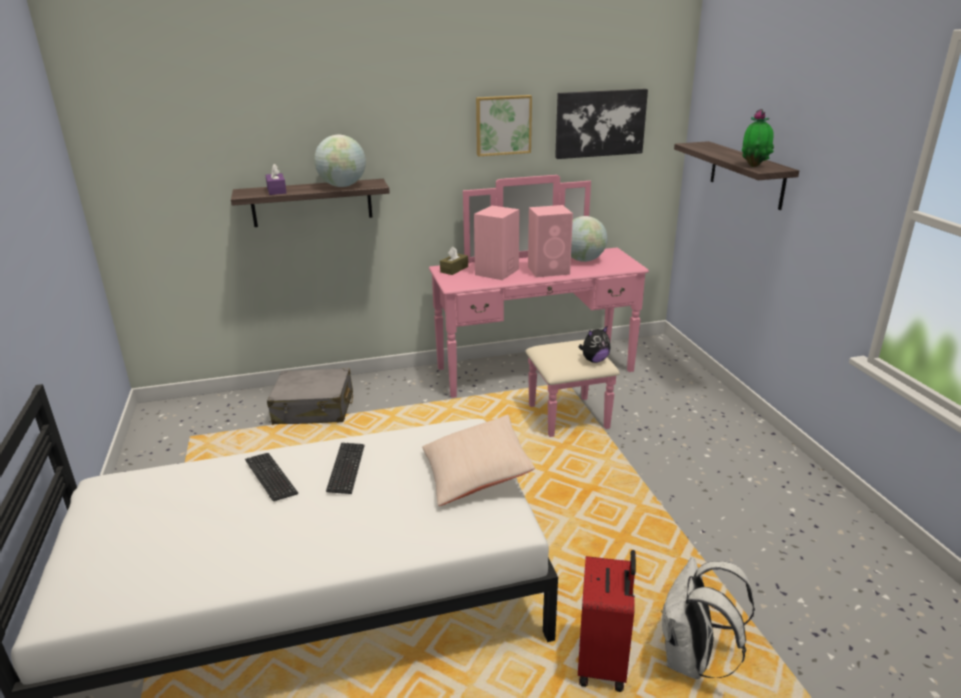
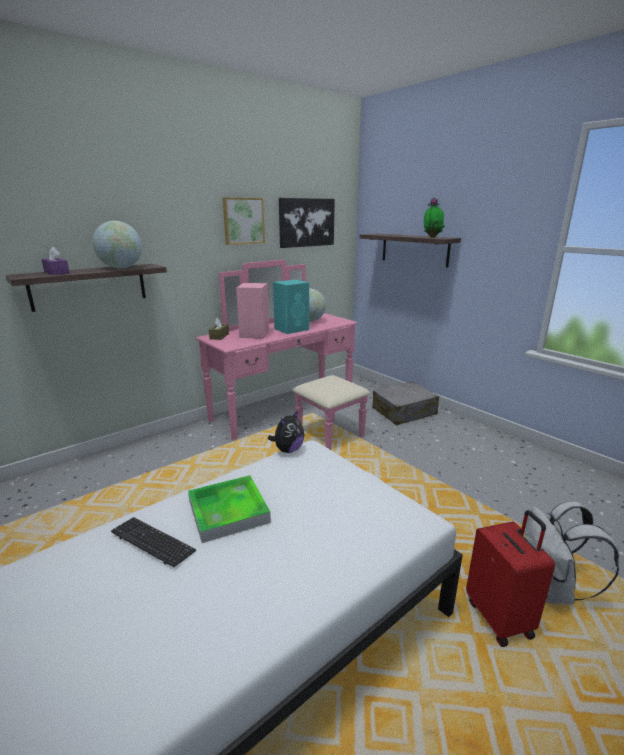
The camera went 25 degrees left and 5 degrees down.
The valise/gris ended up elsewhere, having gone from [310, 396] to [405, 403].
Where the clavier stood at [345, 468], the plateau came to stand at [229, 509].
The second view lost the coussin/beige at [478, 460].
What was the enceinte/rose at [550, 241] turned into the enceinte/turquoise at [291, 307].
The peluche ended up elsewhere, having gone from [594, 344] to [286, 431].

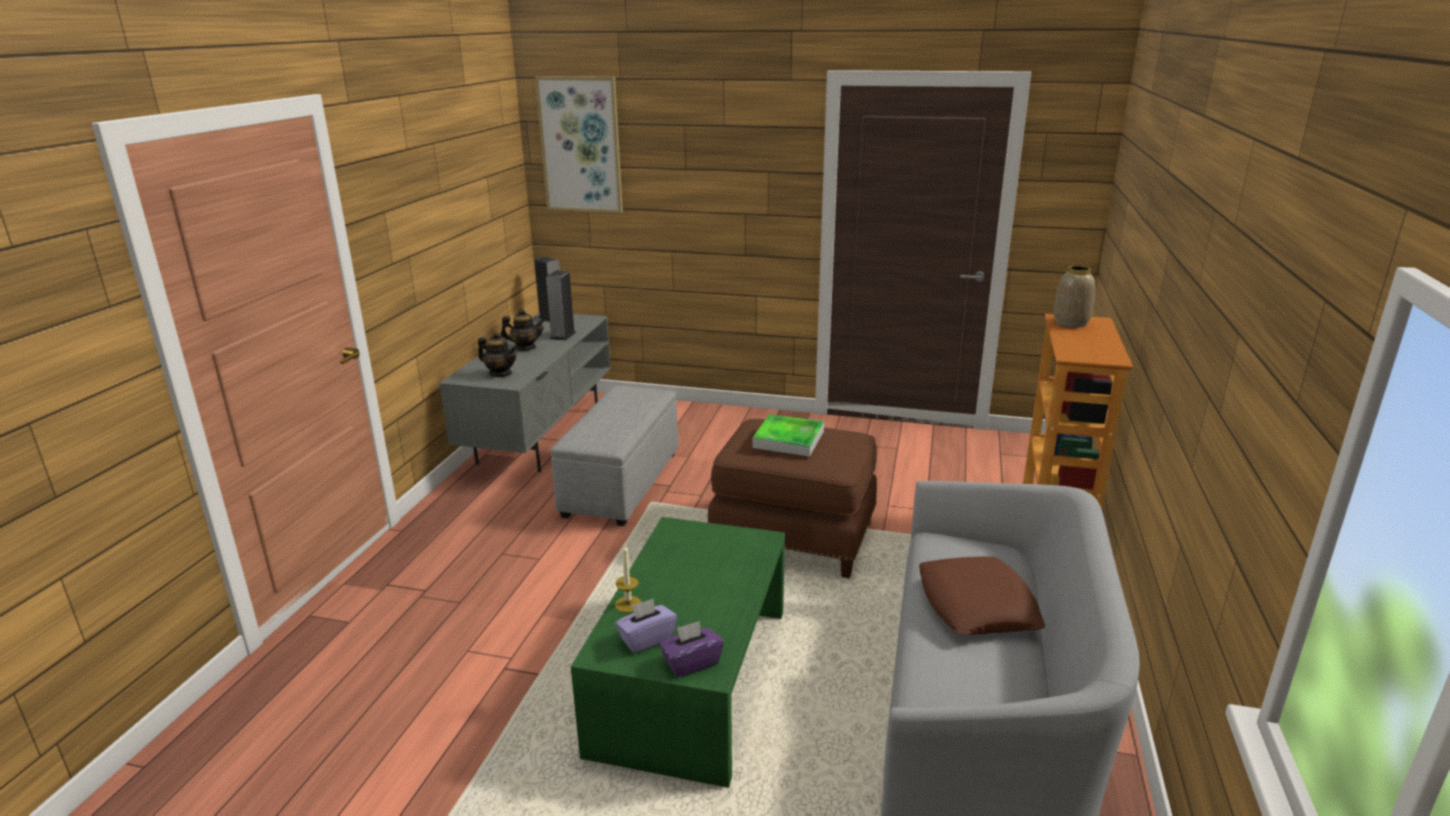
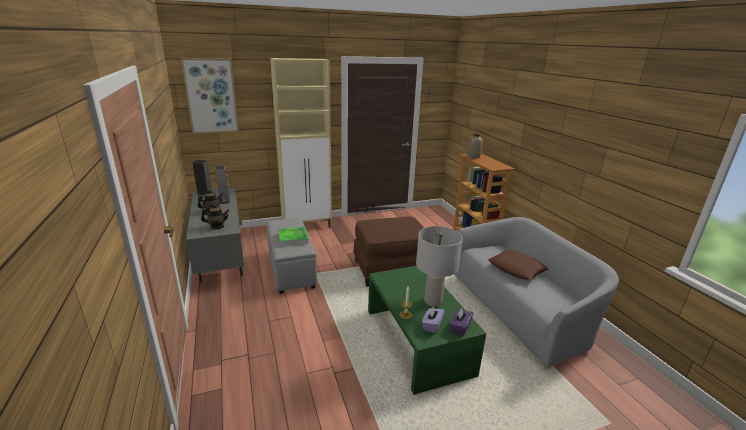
The camera went 35 degrees left and 0 degrees up.
The plateau ended up elsewhere, having gone from [788, 435] to [294, 236].
The second view gained the meuble de rangement/beige at [301, 143].
The second view gained the lampe de table/gris at [439, 266].

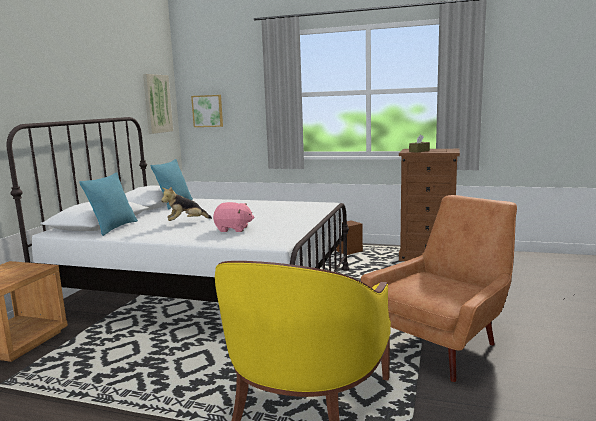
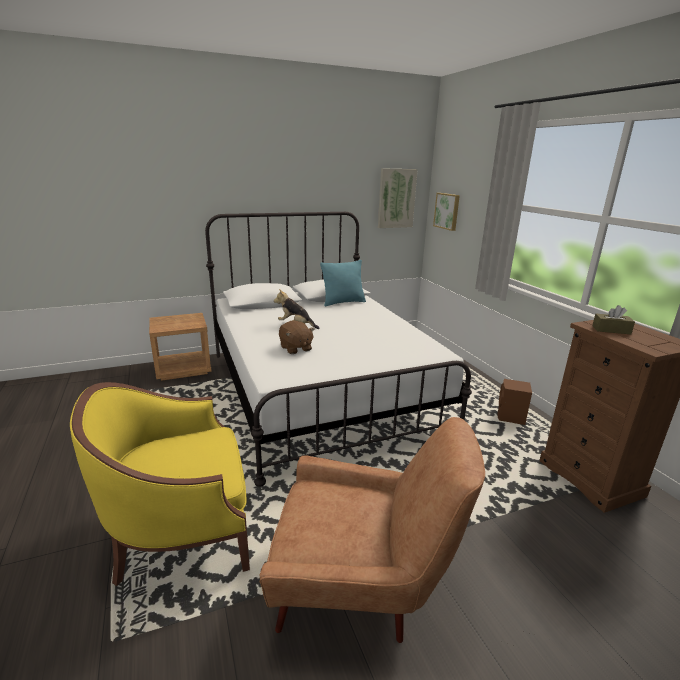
The camera went 50 degrees right and 10 degrees up.
The second view lost the coussin/turquoise at [108, 204].
What was the peluche/rose at [233, 217] turned into the peluche/marron at [297, 337].

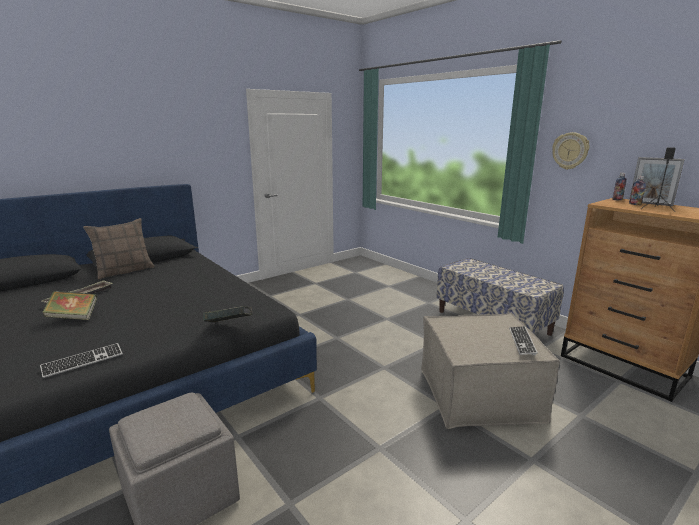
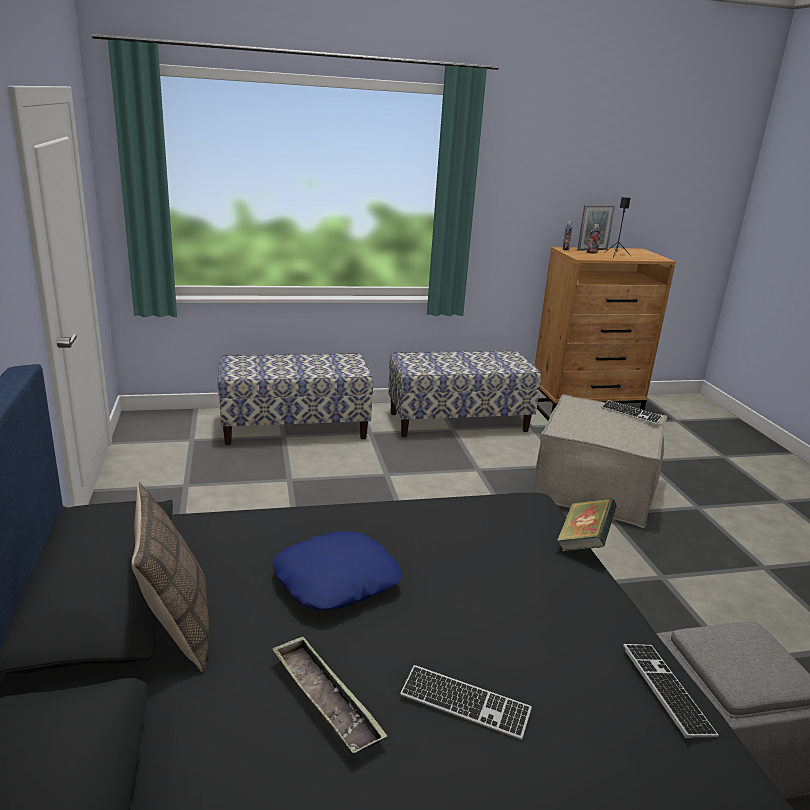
The camera went 65 degrees left and 5 degrees up.
Where the livre stood at [69, 305], the clavier came to stand at [466, 702].
The second view lost the horloge murale at [570, 151].
The second view gained the banc at [295, 399].
The second view gained the coussin/bleu at [337, 571].

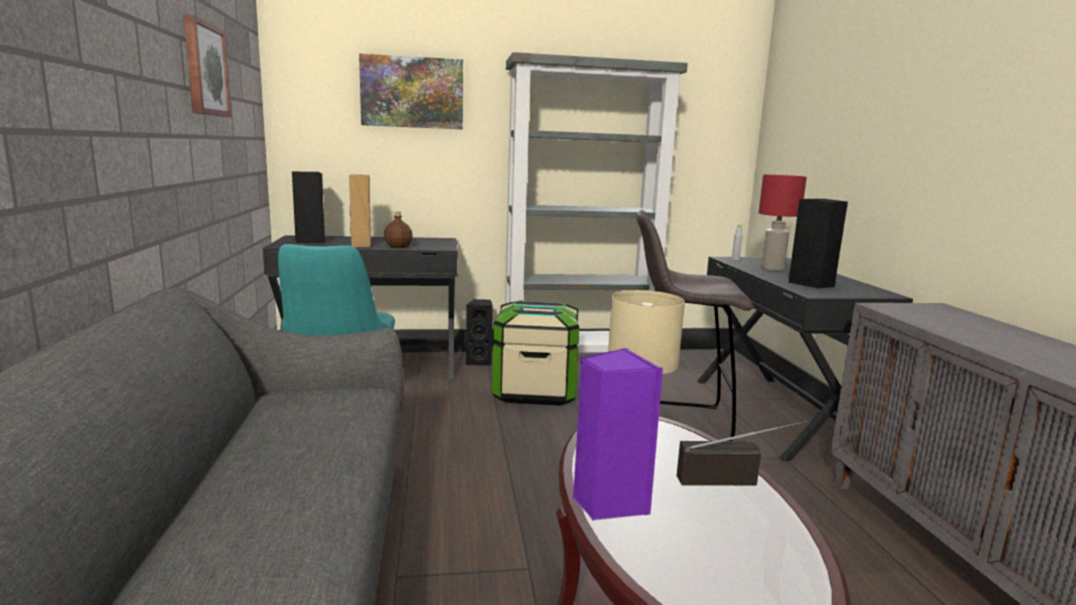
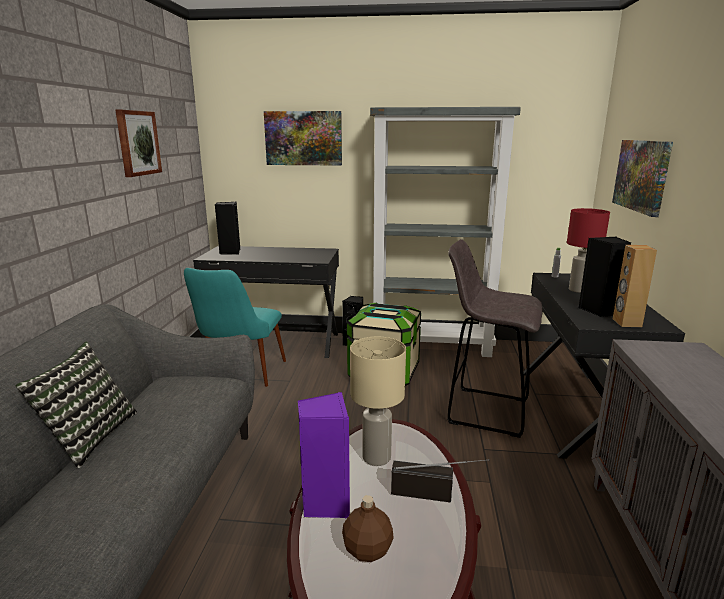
The camera went 15 degrees right and 5 degrees up.
The enceinte/marron ended up elsewhere, having gone from [360, 210] to [635, 286].
The bouteille/marron ended up elsewhere, having gone from [398, 230] to [368, 528].
The second view gained the coussin at [76, 405].
The second view gained the tableau at [642, 178].

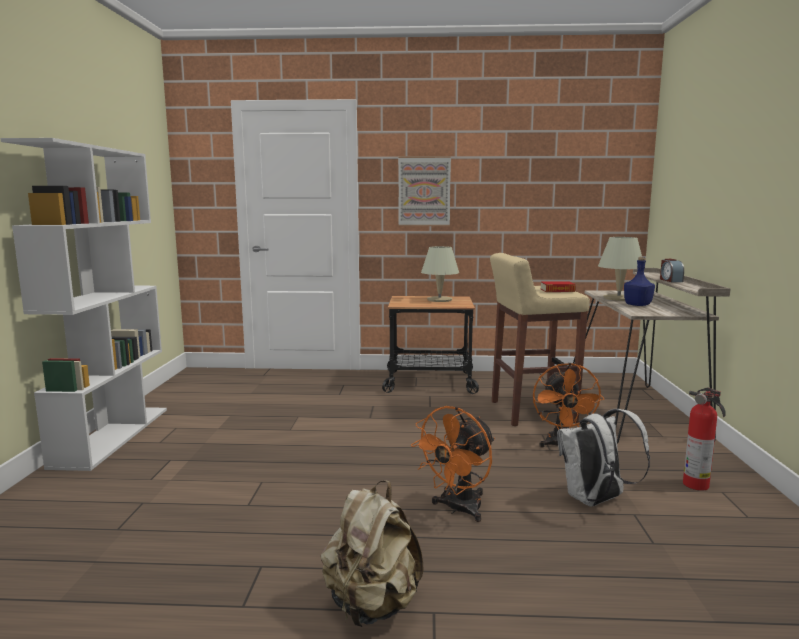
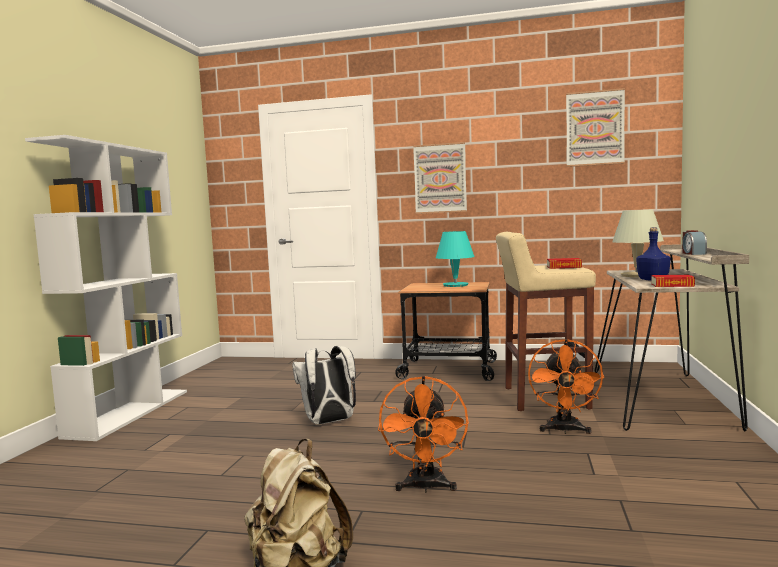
The camera went 10 degrees right and 5 degrees down.
The ventilateur/orange at [453, 464] ended up facing another way, 45 degrees counterclockwise from before.
What was the lampe de table/beige at [440, 274] turned into the lampe de table/turquoise at [455, 259].
The sac à dos/blanc ended up elsewhere, having gone from [603, 458] to [324, 385].
The second view lost the extincteur at [704, 439].
The second view gained the tableau at [595, 127].
The second view gained the livre at [673, 281].

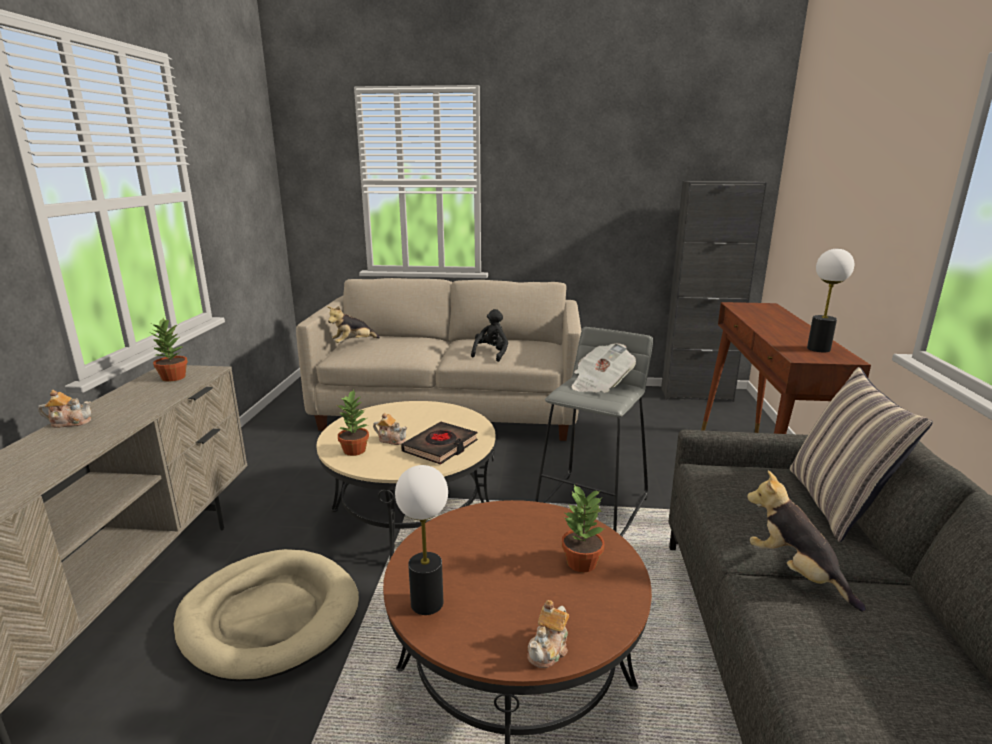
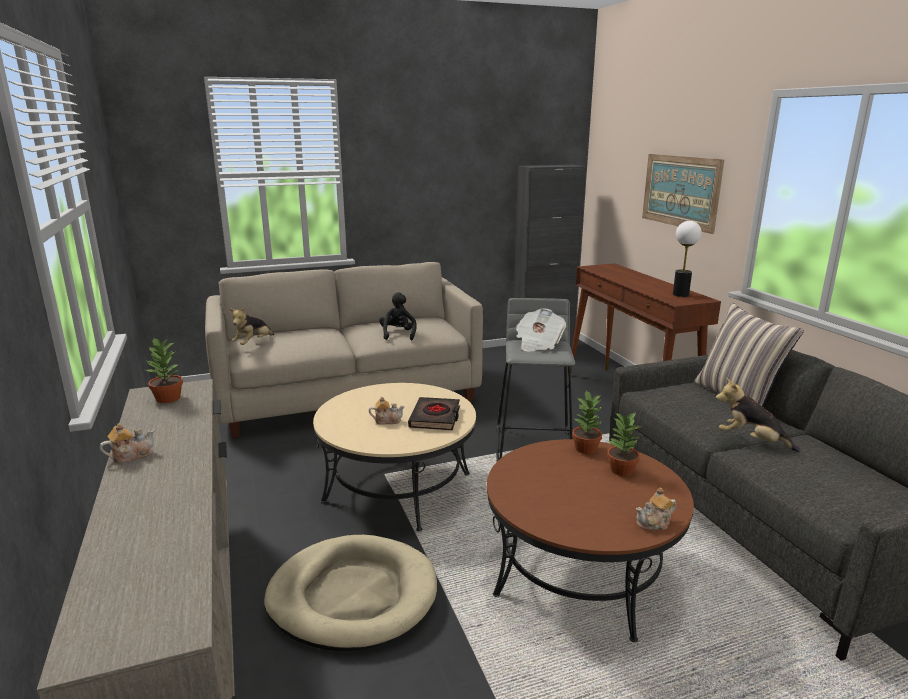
The camera went 25 degrees left and 0 degrees up.
The plante en pot ended up elsewhere, having gone from [353, 423] to [587, 422].
The second view lost the lampe de table at [421, 540].
The théière at [548, 634] ended up facing another way, 60 degrees clockwise from before.
The second view gained the tableau at [683, 194].

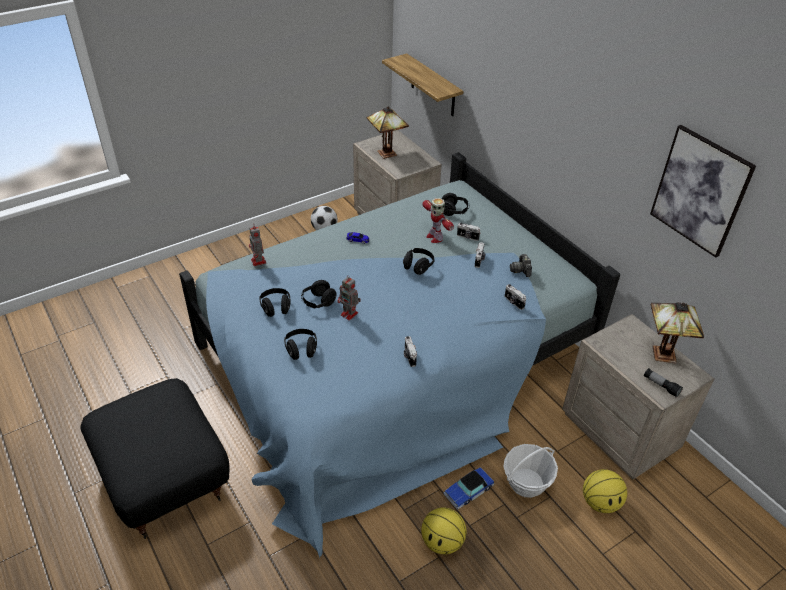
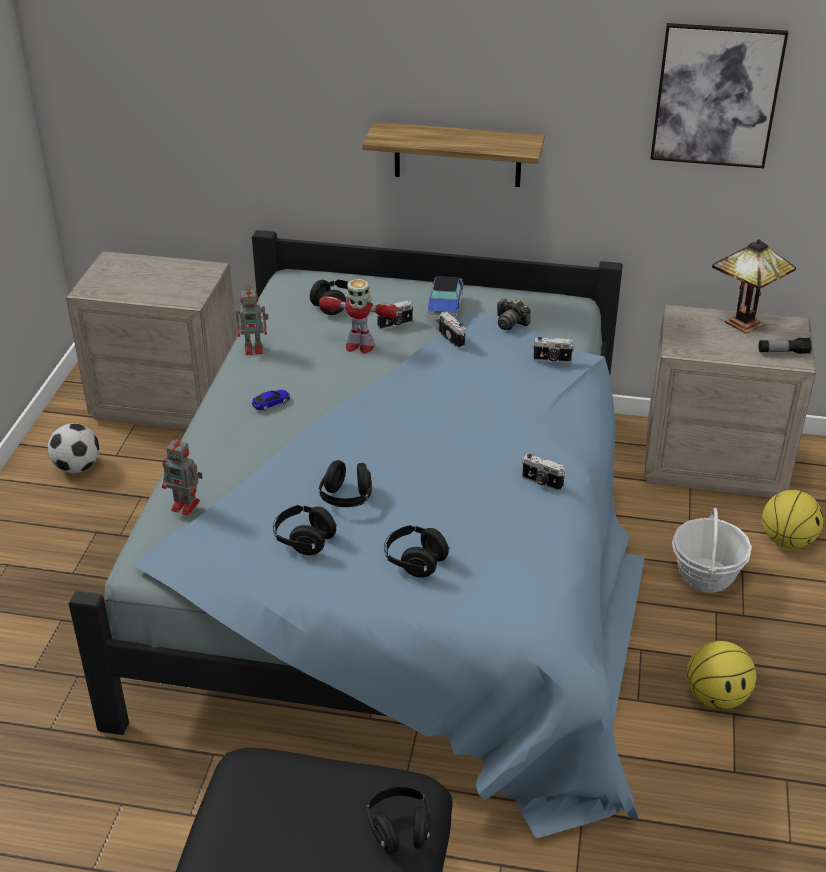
The camera went 45 degrees left and 5 degrees down.
The robot jouet ended up elsewhere, having gone from [349, 298] to [251, 320].
The second view lost the lampe de table at [388, 132].
The étagère ended up elsewhere, having gone from [423, 84] to [453, 154].
The casque audio/noir ended up elsewhere, having gone from [419, 261] to [399, 820].
The petite voiture ended up elsewhere, having gone from [469, 488] to [445, 297].

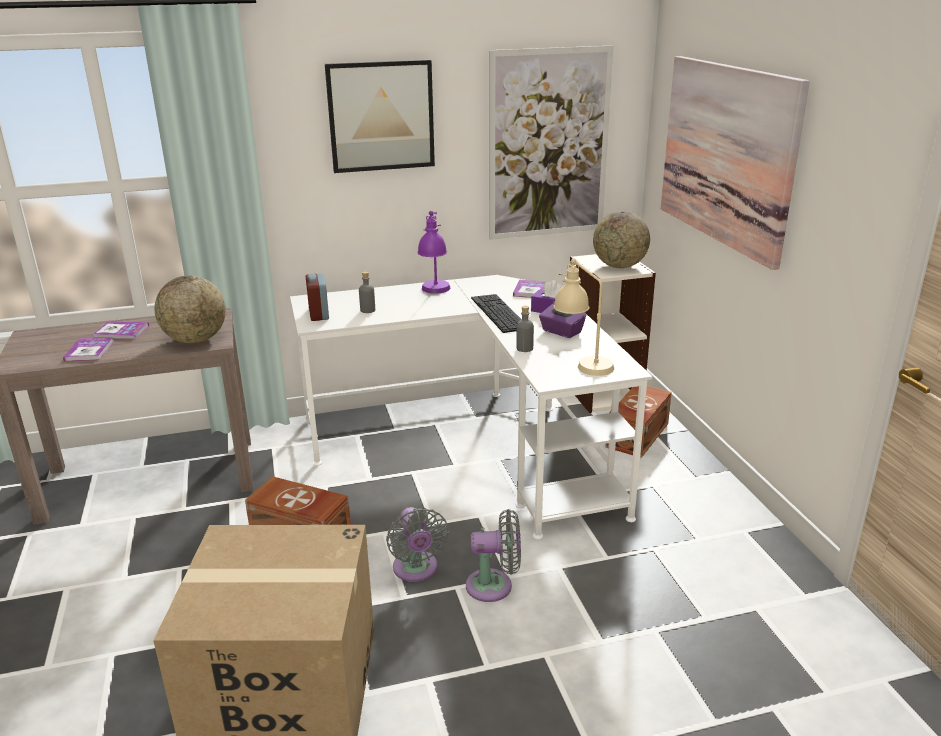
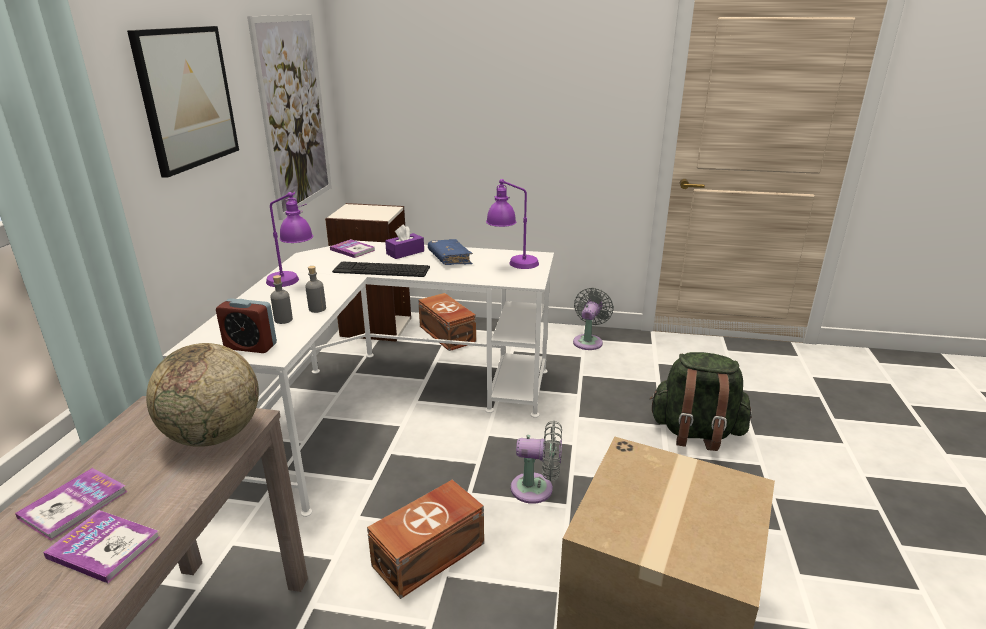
The camera went 65 degrees left and 0 degrees up.
The ventilateur/gris ended up elsewhere, having gone from [493, 555] to [593, 319].
The bouteille/gris ended up elsewhere, having gone from [525, 329] to [315, 289].
Where the boîte à mouchoirs/violet stood at [562, 319], the livre/bleu came to stand at [450, 252].
What was the lampe de table/beige at [584, 317] turned into the lampe de table/violet at [512, 224].
The second view lost the globe at [621, 239].
The second view lost the tableau at [735, 163].
The second view gained the sac à dos/vert at [701, 401].

